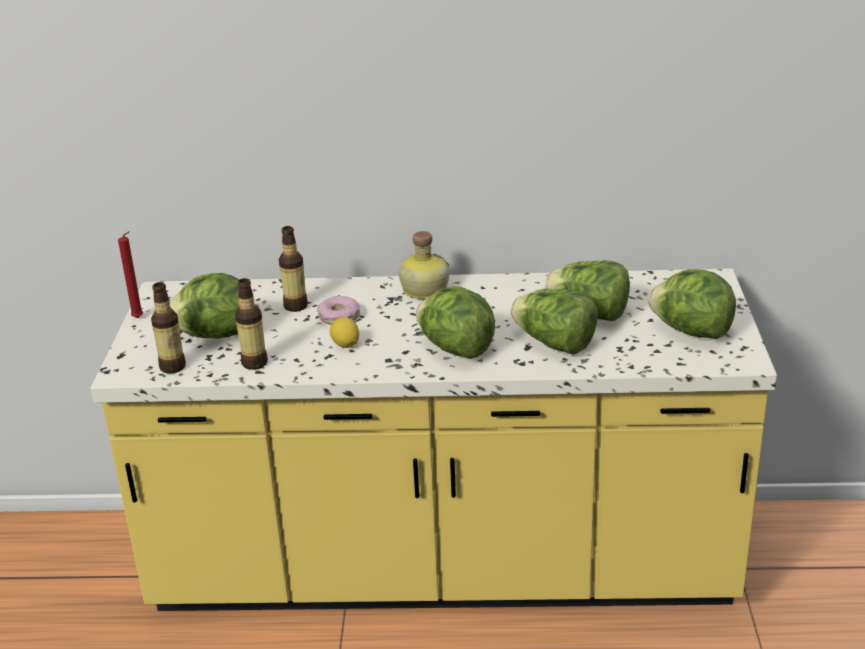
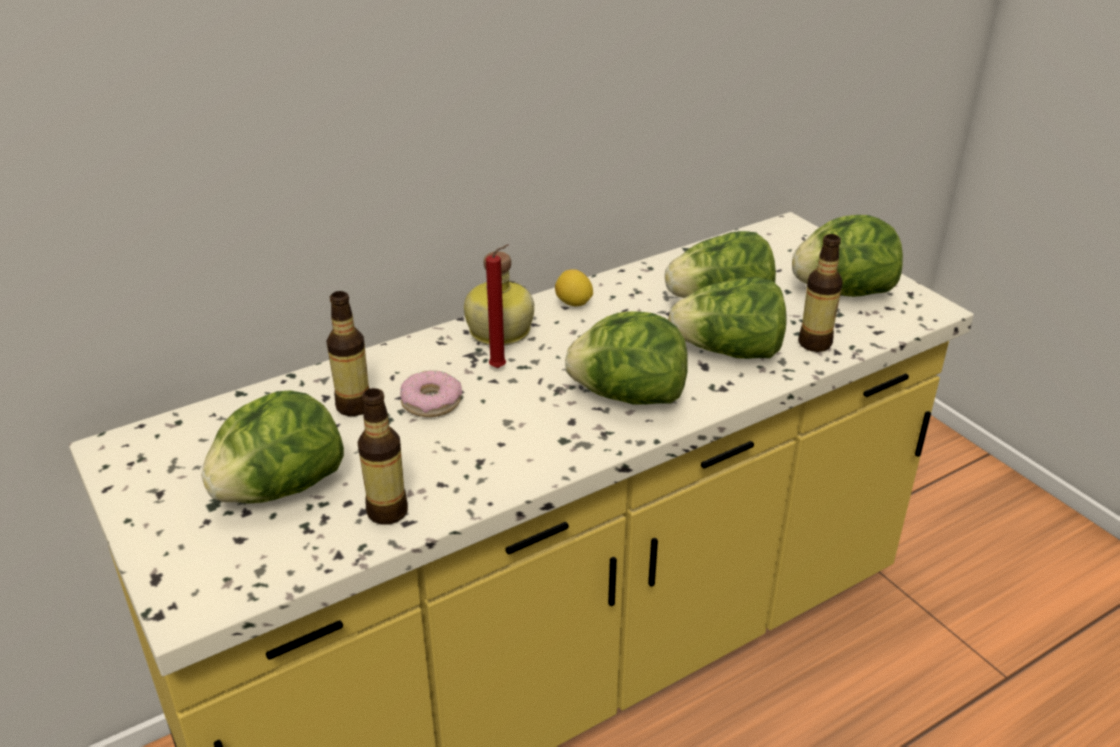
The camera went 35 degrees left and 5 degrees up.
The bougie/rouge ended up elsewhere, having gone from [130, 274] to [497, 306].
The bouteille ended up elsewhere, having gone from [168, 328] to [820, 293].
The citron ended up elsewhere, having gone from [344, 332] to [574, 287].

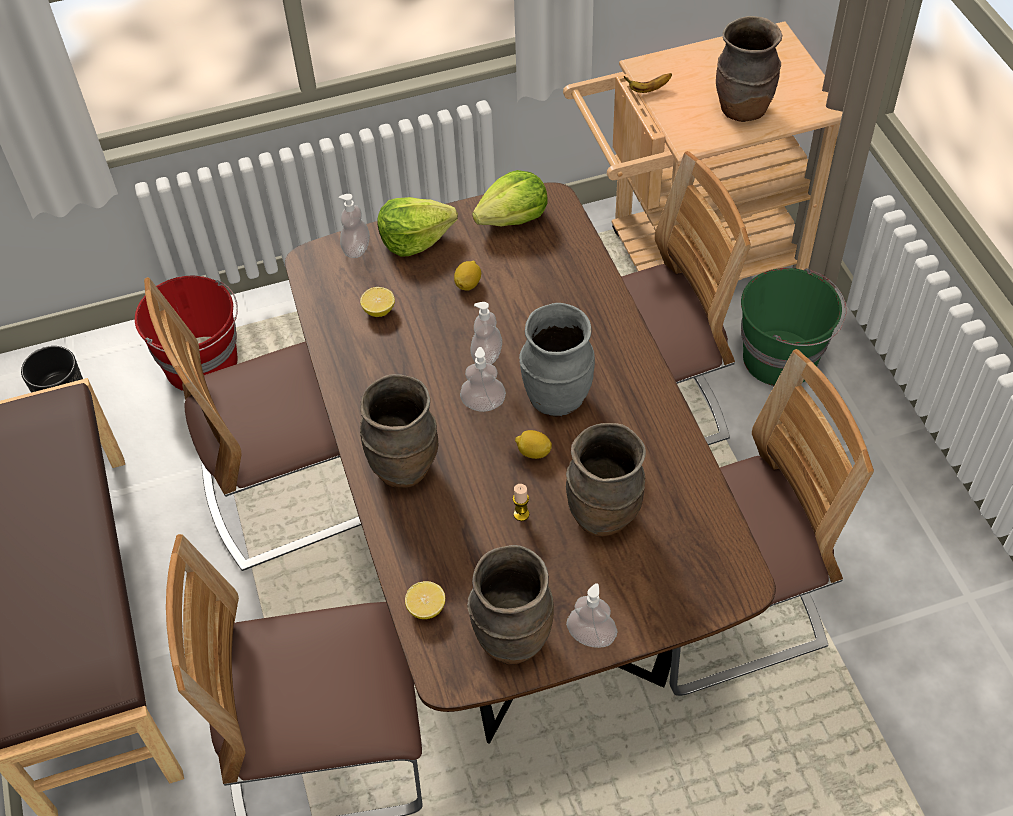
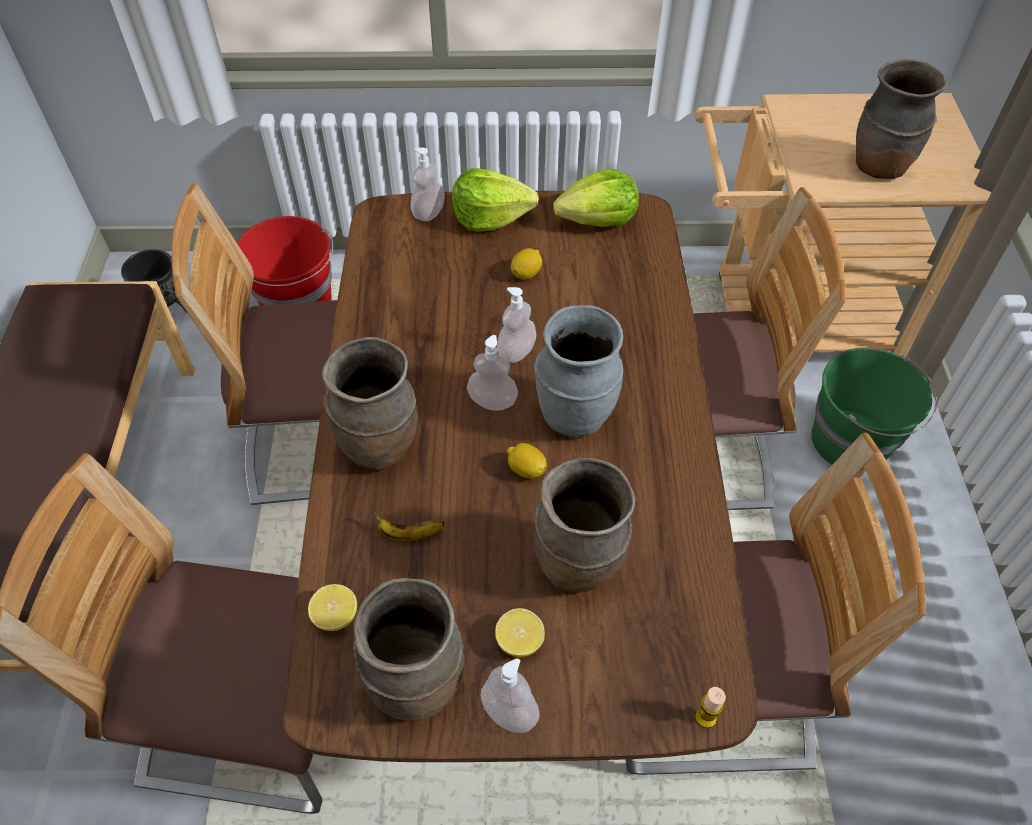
The camera went 15 degrees right and 0 degrees up.
The citron ended up elsewhere, having gone from [377, 302] to [520, 632].
The bougie ended up elsewhere, having gone from [521, 502] to [710, 707].
The banane ended up elsewhere, having gone from [648, 83] to [407, 525].

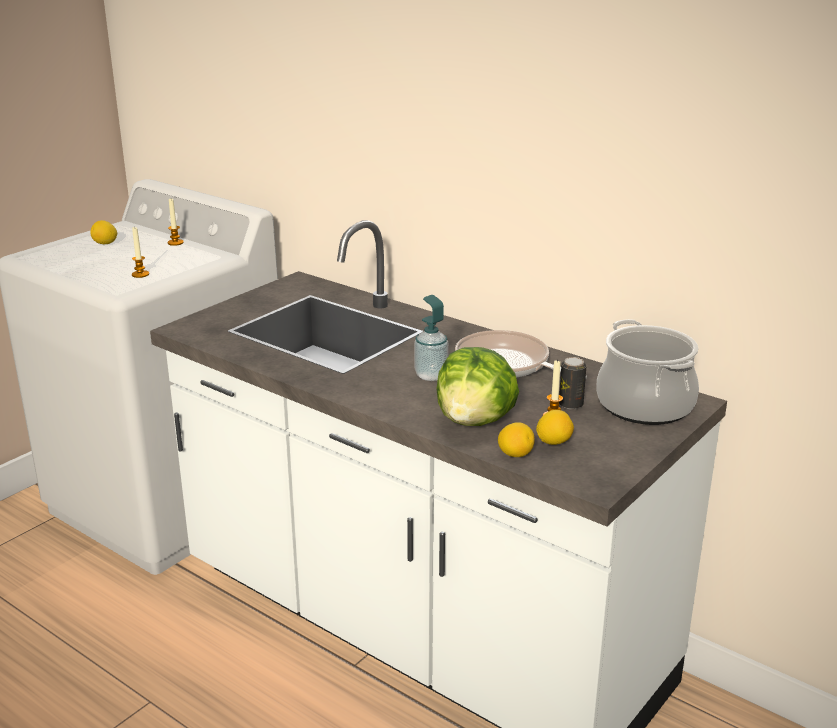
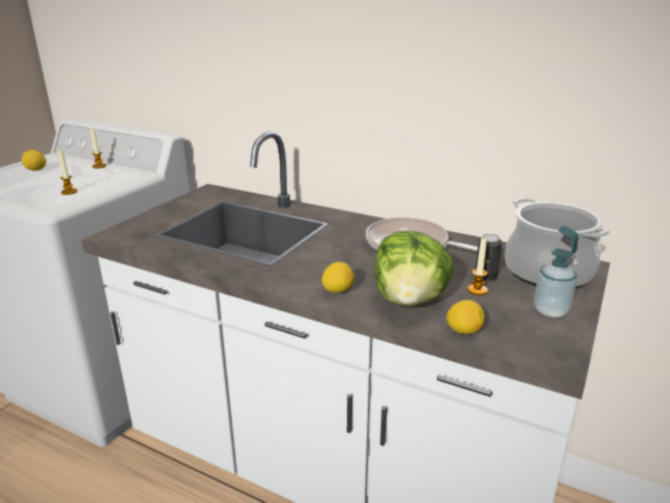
The camera went 10 degrees left and 0 degrees up.
The distributeur de savon ended up elsewhere, having gone from [431, 338] to [556, 272].
The citron ended up elsewhere, having gone from [555, 427] to [338, 277].

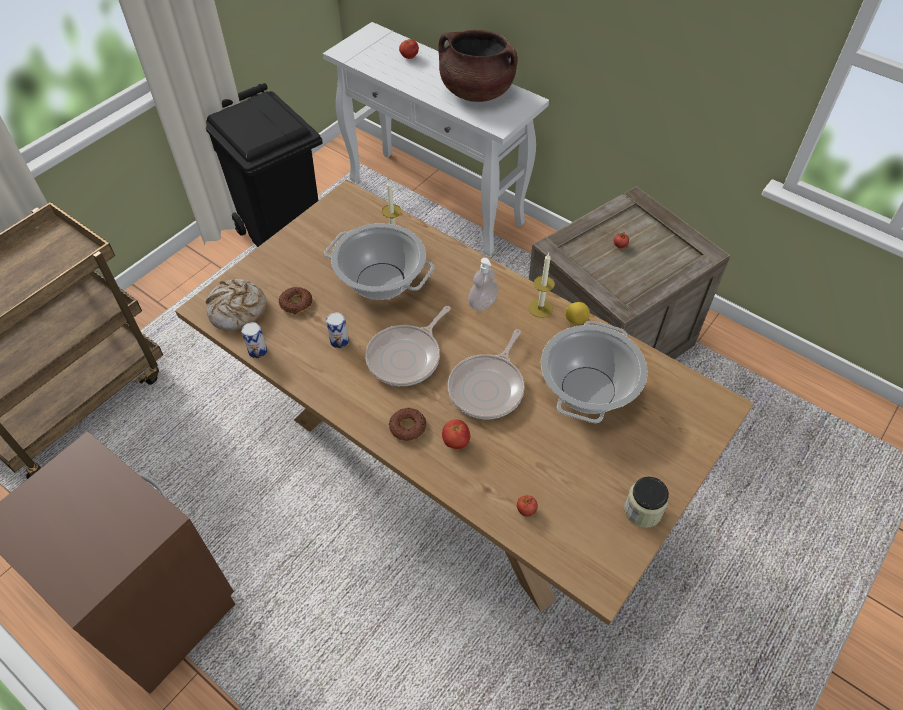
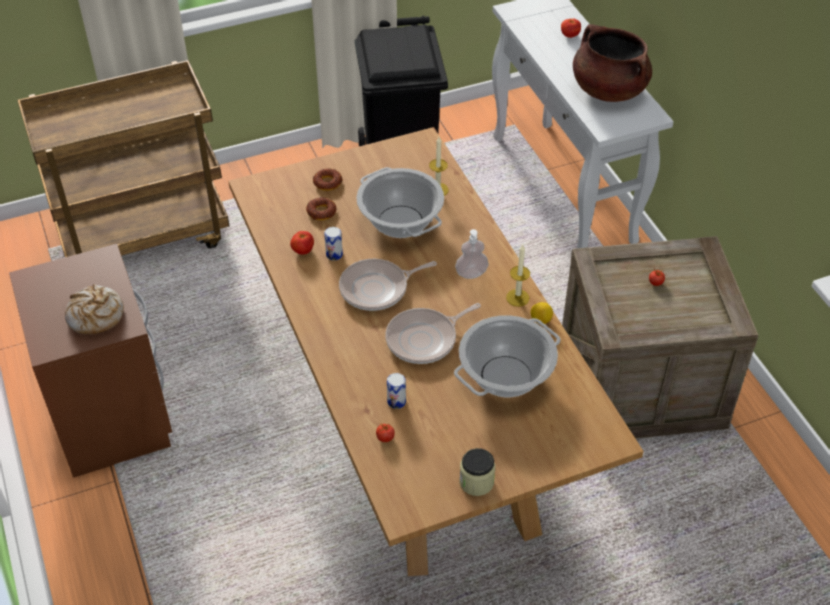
The camera went 30 degrees right and 5 degrees down.
The pain ended up elsewhere, having gone from [236, 305] to [94, 309].
The boîte métallique ended up elsewhere, having gone from [254, 340] to [396, 391].
The beignet ended up elsewhere, having gone from [407, 424] to [328, 179].
The tomate ended up elsewhere, having gone from [456, 434] to [302, 243].

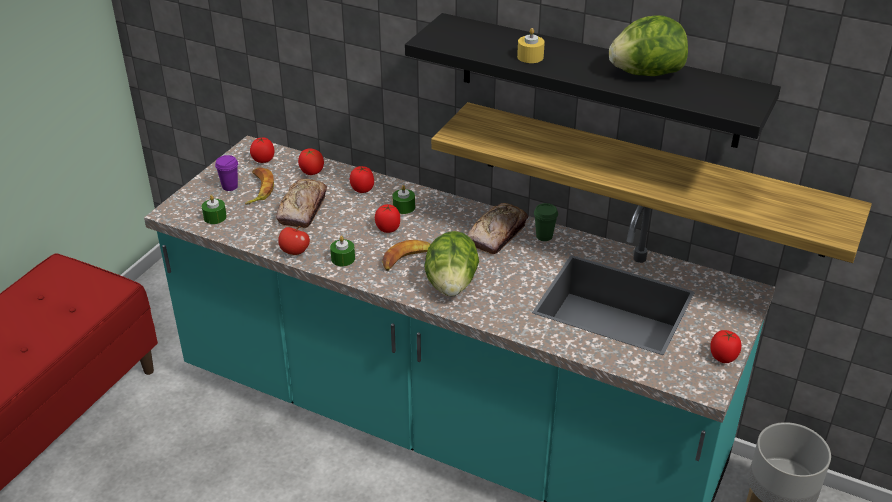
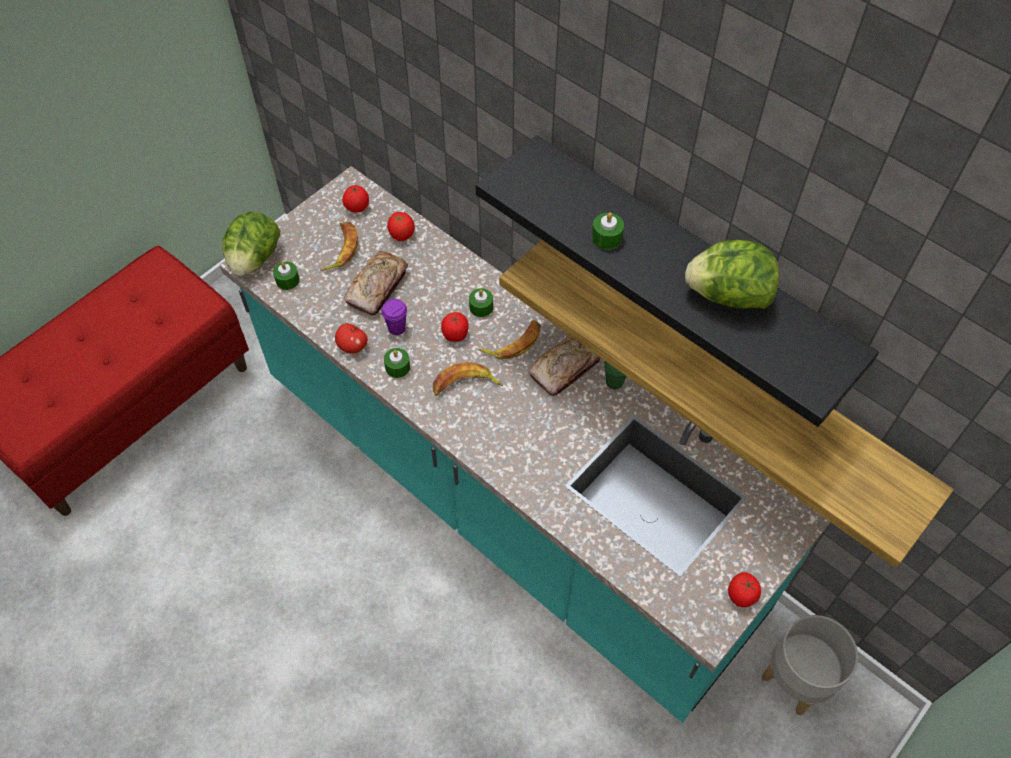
The camera went 15 degrees right and 20 degrees up.
The tasse/violet ended up elsewhere, having gone from [226, 173] to [394, 317].
The second view lost the tomate at [362, 179].
The laitue ended up elsewhere, having gone from [451, 263] to [251, 243].
What was the bougie/jaune at [531, 45] turned into the bougie/vert at [608, 231].
The second view gained the banane at [509, 339].

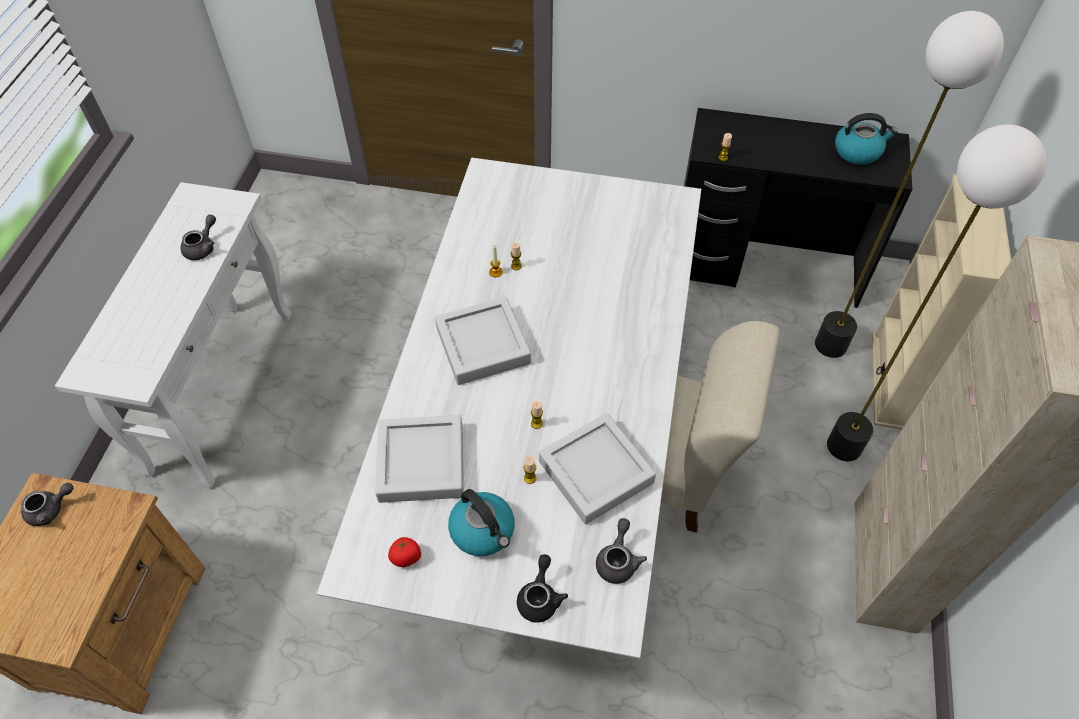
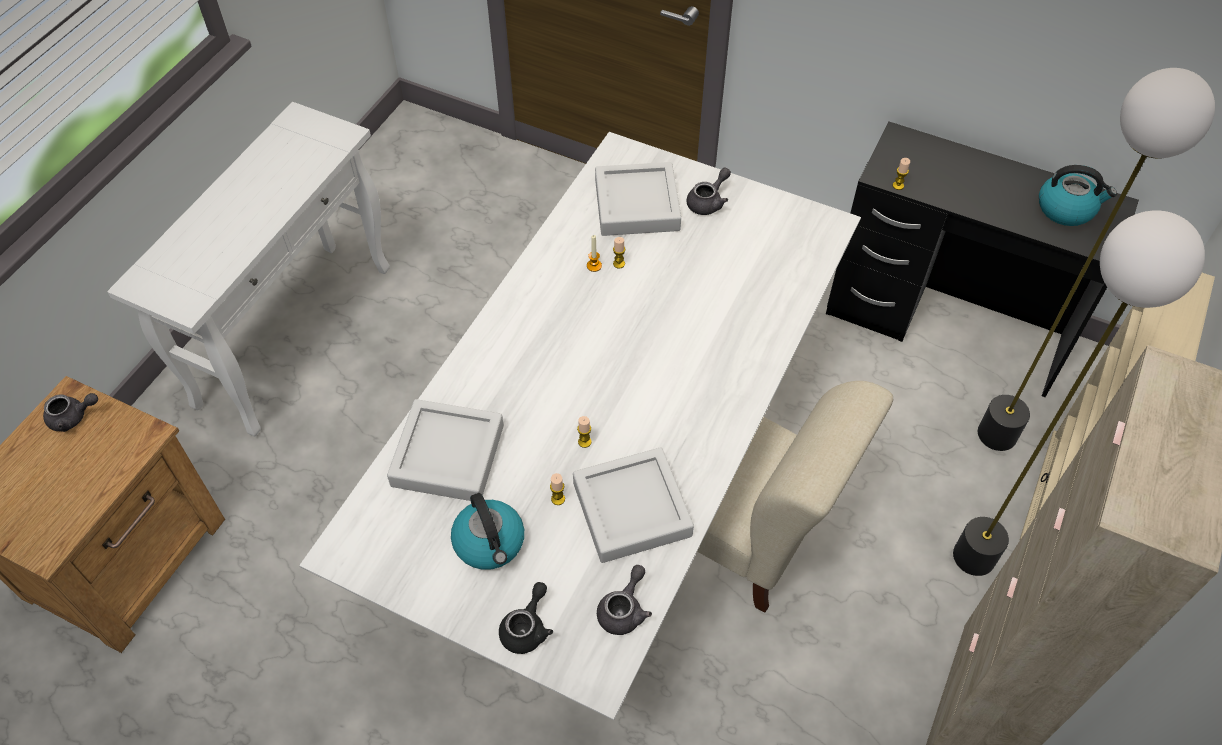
The camera went 15 degrees right and 0 degrees up.
The théière/gris ended up elsewhere, having gone from [198, 237] to [709, 191].
The second view lost the tomate at [404, 552].
The plateau/gris ended up elsewhere, having gone from [483, 341] to [638, 199].

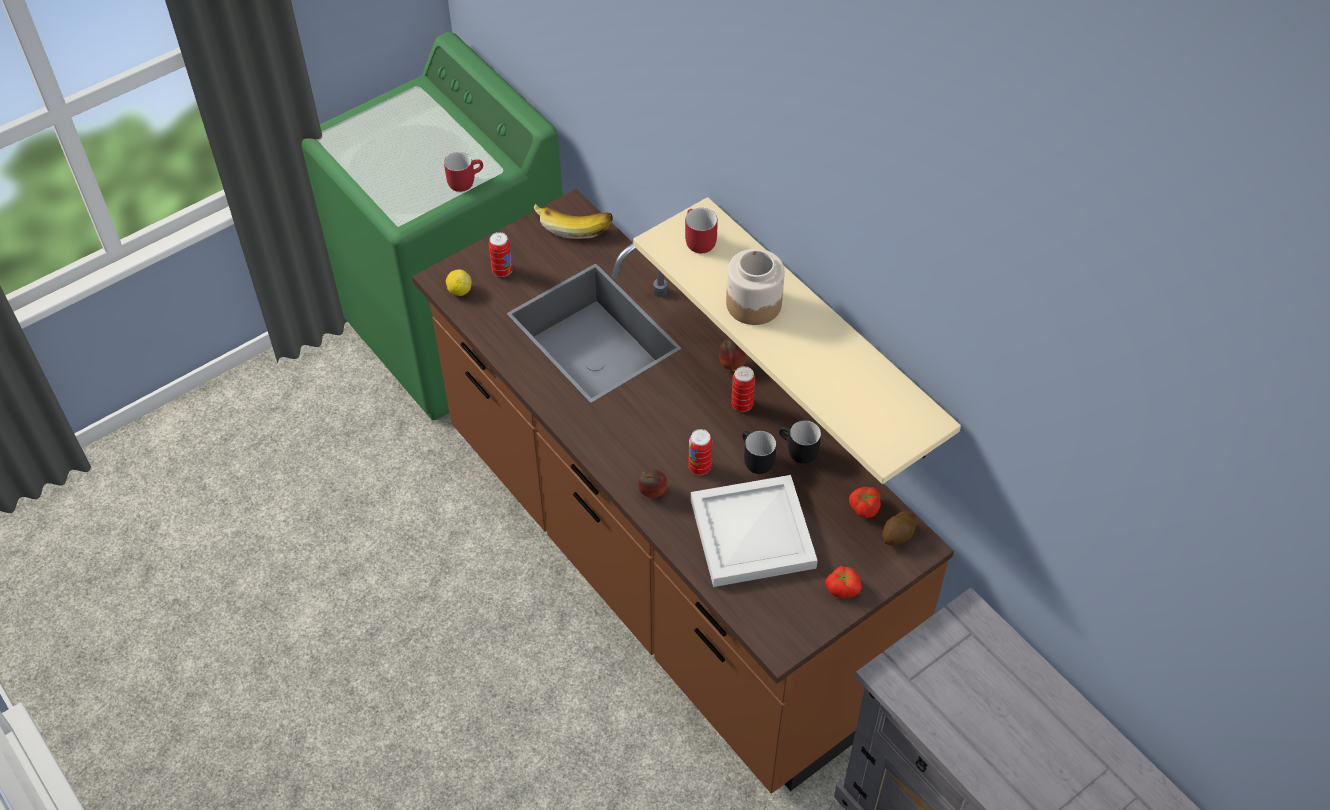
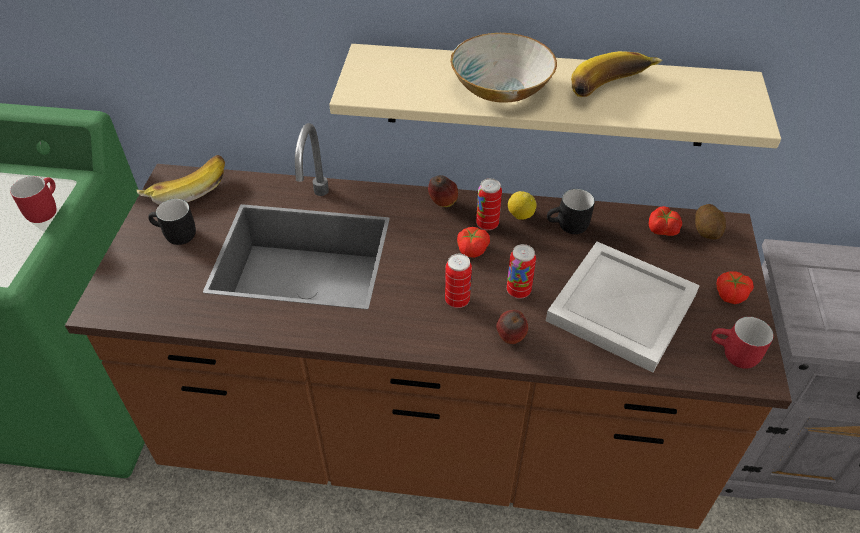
The camera went 45 degrees left and 5 degrees down.
The citron ended up elsewhere, having gone from [459, 282] to [522, 205].
The boîte métallique ended up elsewhere, having gone from [501, 254] to [458, 281].
The mug/rouge ended up elsewhere, having gone from [701, 230] to [742, 342].
Where the bocal stood at [755, 287], the bol came to stand at [503, 68].
The mug/noir ended up elsewhere, having gone from [759, 452] to [172, 222].
The second view gained the tomate at [473, 242].
The second view gained the banane at [617, 74].

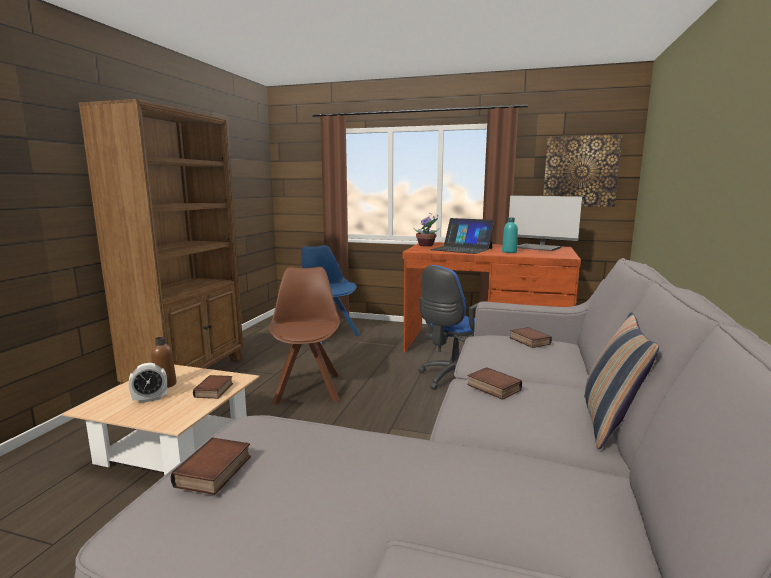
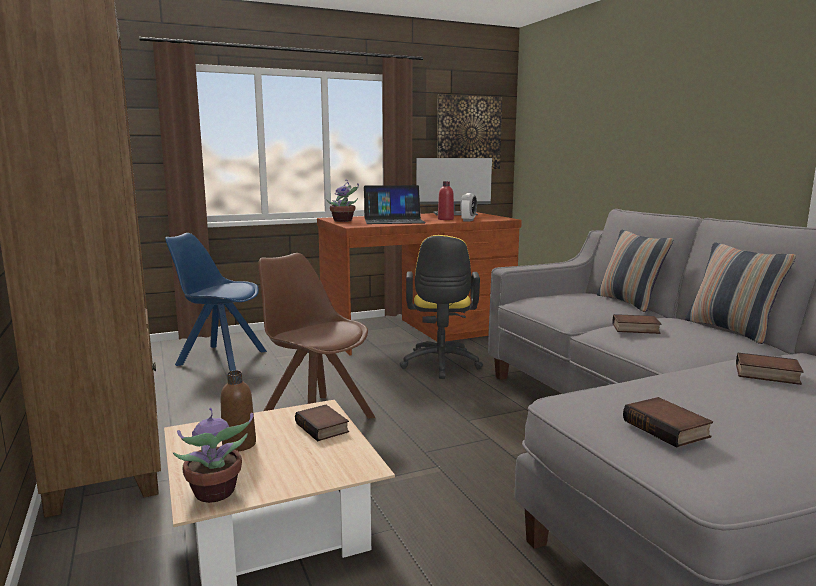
The camera went 40 degrees left and 0 degrees up.
The réveil ended up elsewhere, having gone from [148, 383] to [468, 207].
What was the chaise de bureau/bleu at [448, 327] turned into the chaise de bureau/jaune at [441, 307].
What was the bouteille/turquoise at [510, 235] turned into the bouteille/rouge at [446, 200].
The livre ended up elsewhere, having gone from [531, 337] to [770, 369].
The second view gained the plante en pot at [213, 455].
The second view gained the coussin at [635, 271].

